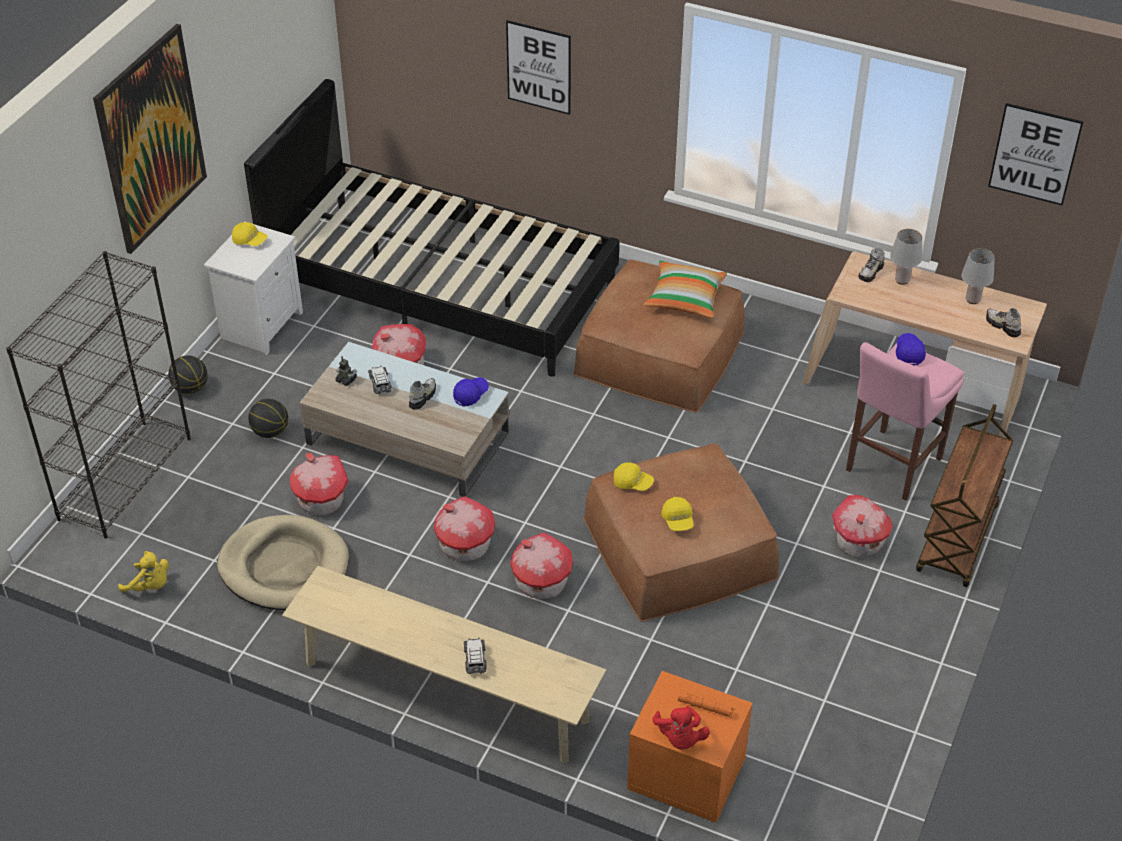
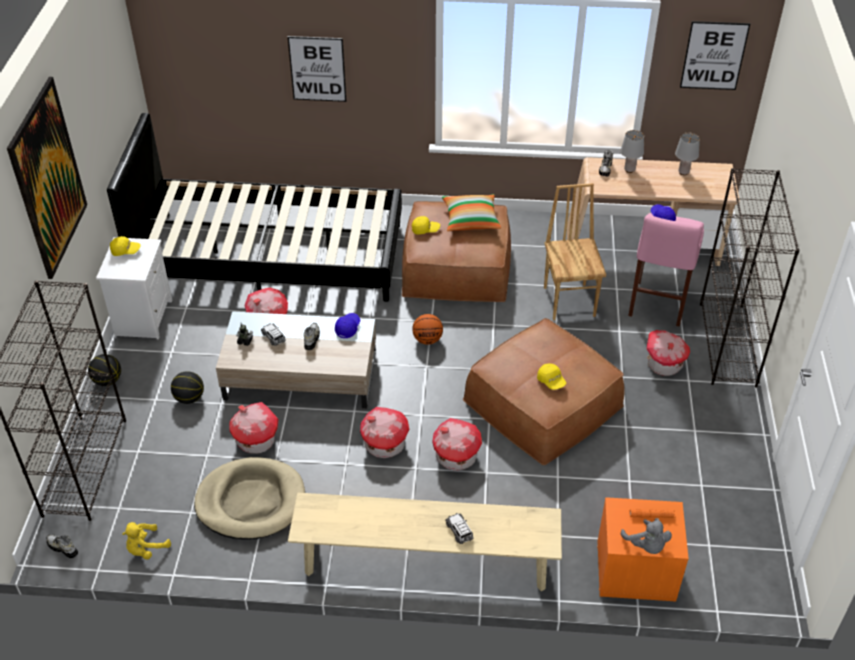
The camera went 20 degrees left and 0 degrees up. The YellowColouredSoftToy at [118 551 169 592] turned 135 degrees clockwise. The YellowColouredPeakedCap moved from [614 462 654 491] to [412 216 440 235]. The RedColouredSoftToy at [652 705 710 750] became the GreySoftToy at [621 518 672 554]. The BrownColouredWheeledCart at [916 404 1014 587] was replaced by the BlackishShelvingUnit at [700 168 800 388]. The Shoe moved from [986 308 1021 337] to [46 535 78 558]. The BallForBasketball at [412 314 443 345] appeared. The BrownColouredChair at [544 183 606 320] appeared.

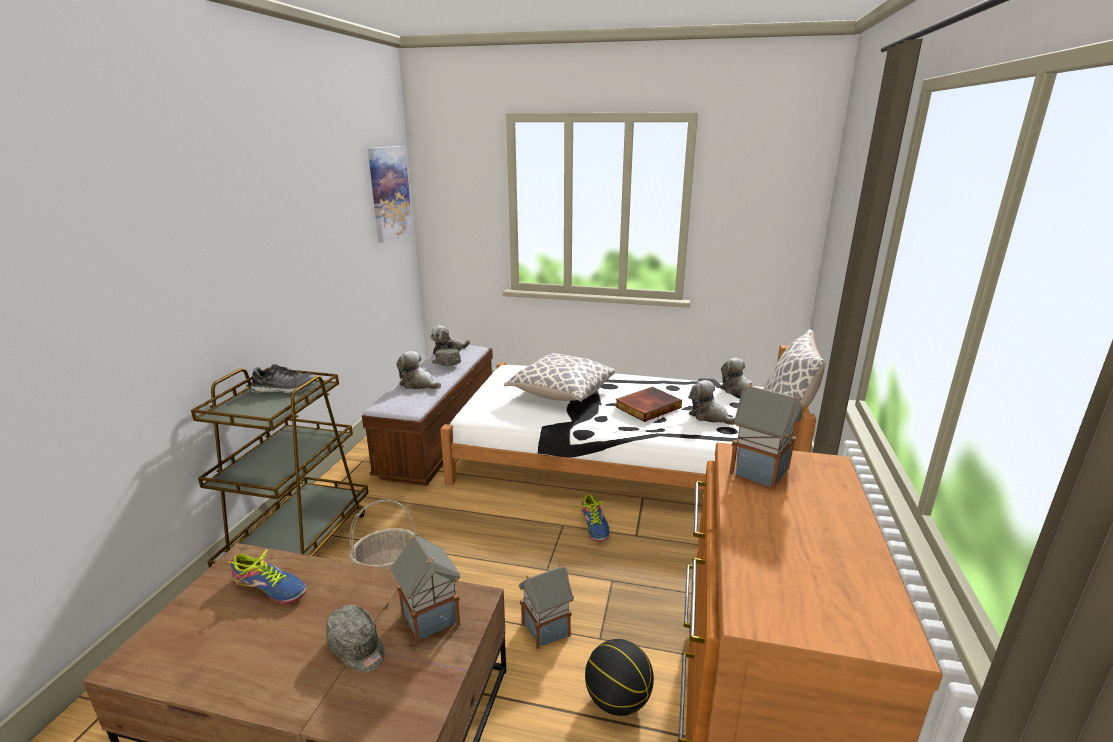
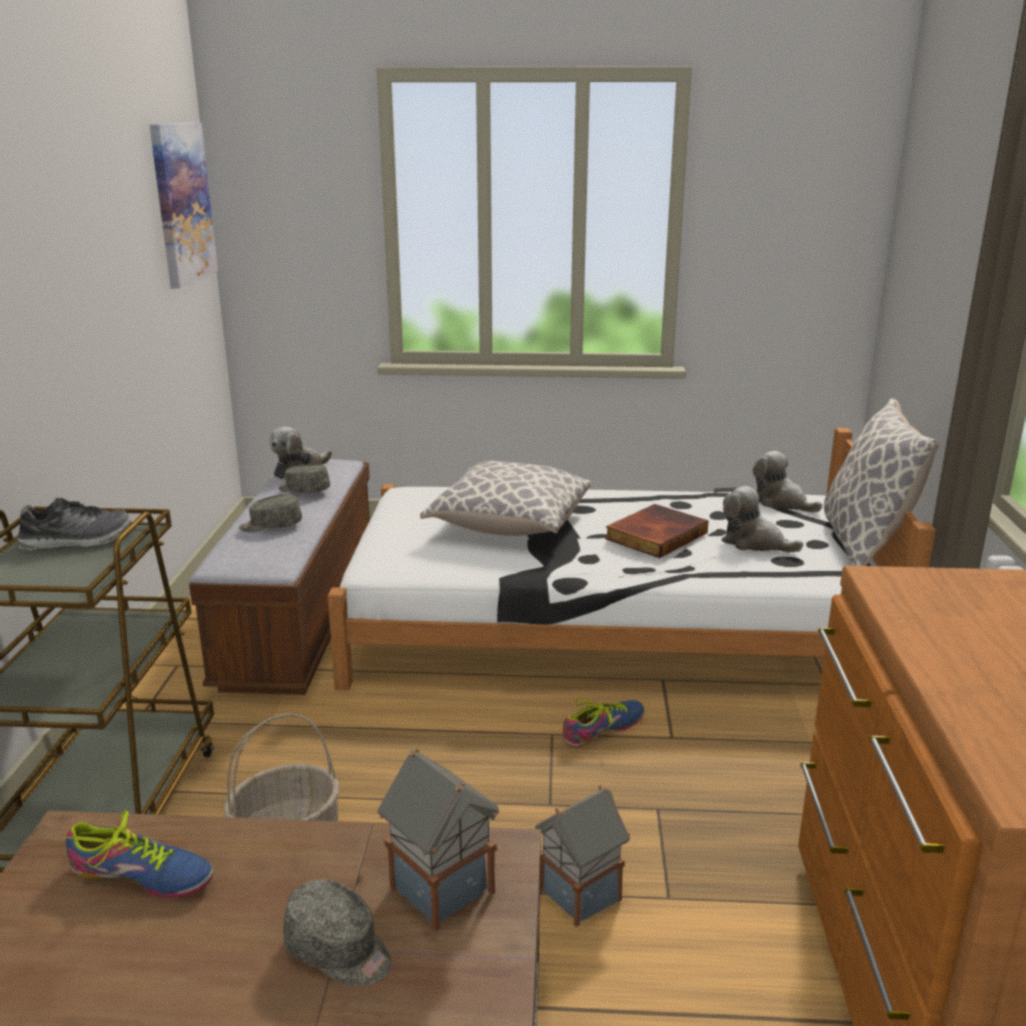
The camera went 10 degrees left and 0 degrees up. The SoftToy at [396 351 441 389] was replaced by the GreyPeakedCap at [239 494 302 532]. The Shoe at [576 494 610 542] turned 105 degrees counterclockwise. The BallForBasketball at [585 639 654 716] disappeared. The MiniatureHouse at [729 383 803 489] disappeared.

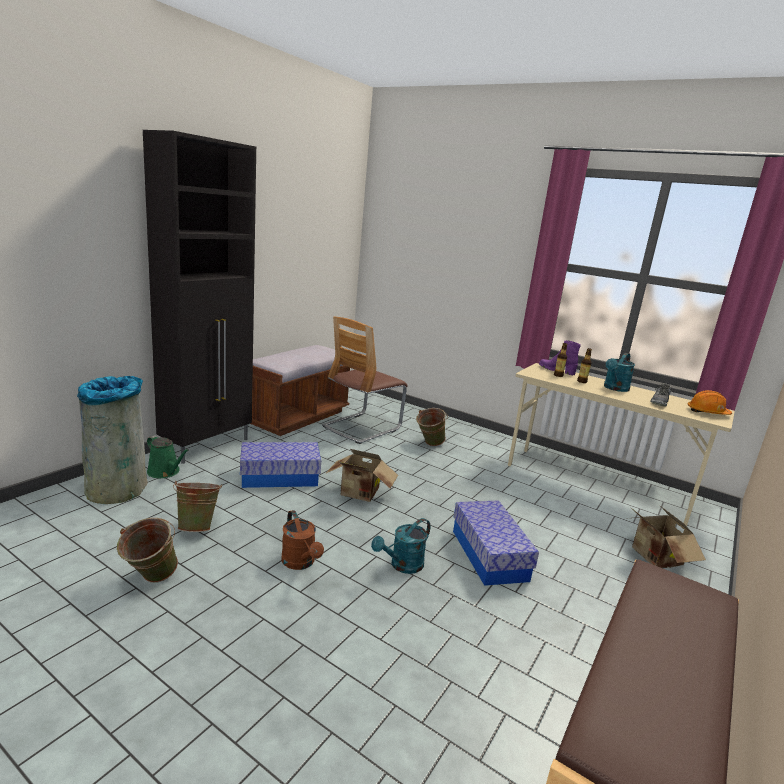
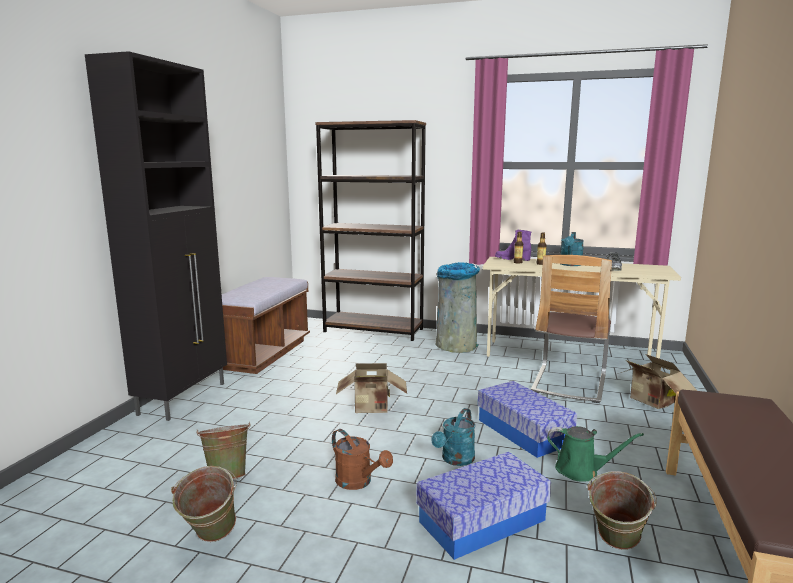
The camera went 15 degrees left and 5 degrees down. The GreyWasteBin moved from [77 376 148 504] to [435 262 480 353]. The GreenColouredWateringPot moved from [147 435 189 478] to [547 426 644 482]. The StorageBox moved from [240 442 321 488] to [416 452 551 560]. The Chair moved from [322 317 408 444] to [531 255 612 403]. The GreenColouredPail moved from [416 408 448 446] to [587 471 657 550]. The OrangeColouredHardHat at [687 390 732 415] disappeared. The BrownColouredShelvingUnit at [315 120 426 341] appeared.

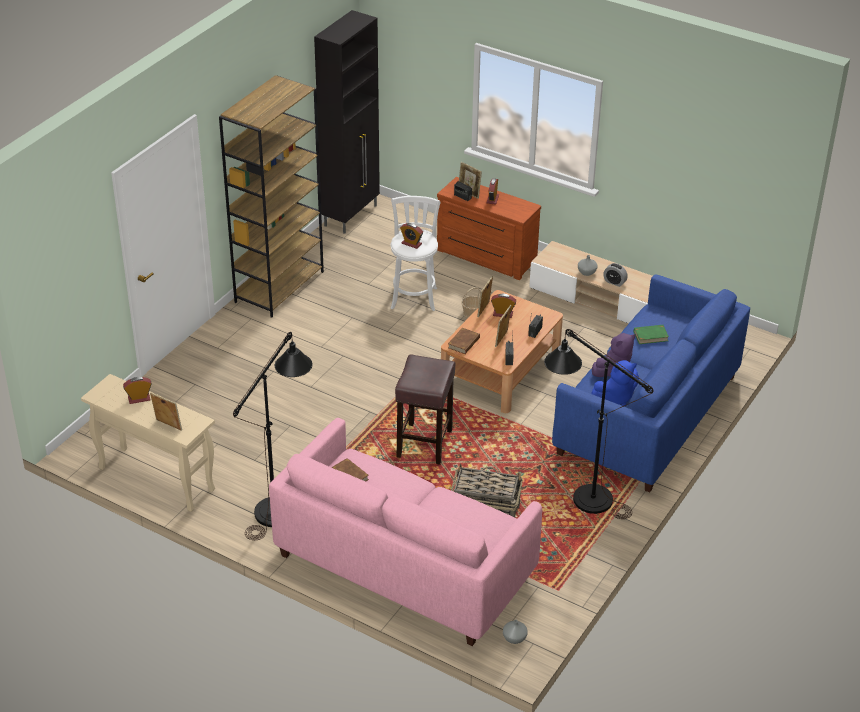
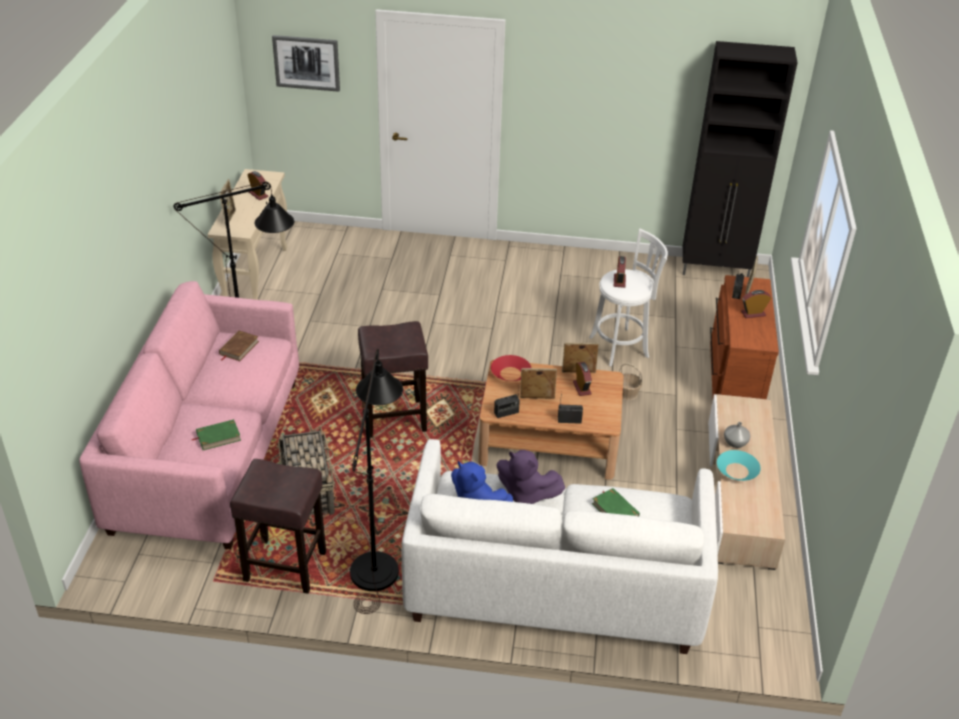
The camera went 65 degrees right and 0 degrees up. The BrownColouredShelvingUnit at [219 75 324 318] disappeared. The BrownColouredBook at [448 328 480 354] was replaced by the RedColouredBowl at [491 355 531 381]. The GreyFlowerVase at [503 620 528 644] disappeared. The BlueCouch at [552 275 750 492] became the WhitishCouch at [402 439 718 654]. The BedsideClock at [603 263 628 287] was replaced by the TurquoiseColouredBowl at [717 450 761 481]. The GreenColouredBook at [191 419 241 450] appeared. The BrownColouredSittingStool at [230 459 326 594] appeared. The WallArt at [272 35 340 92] appeared.

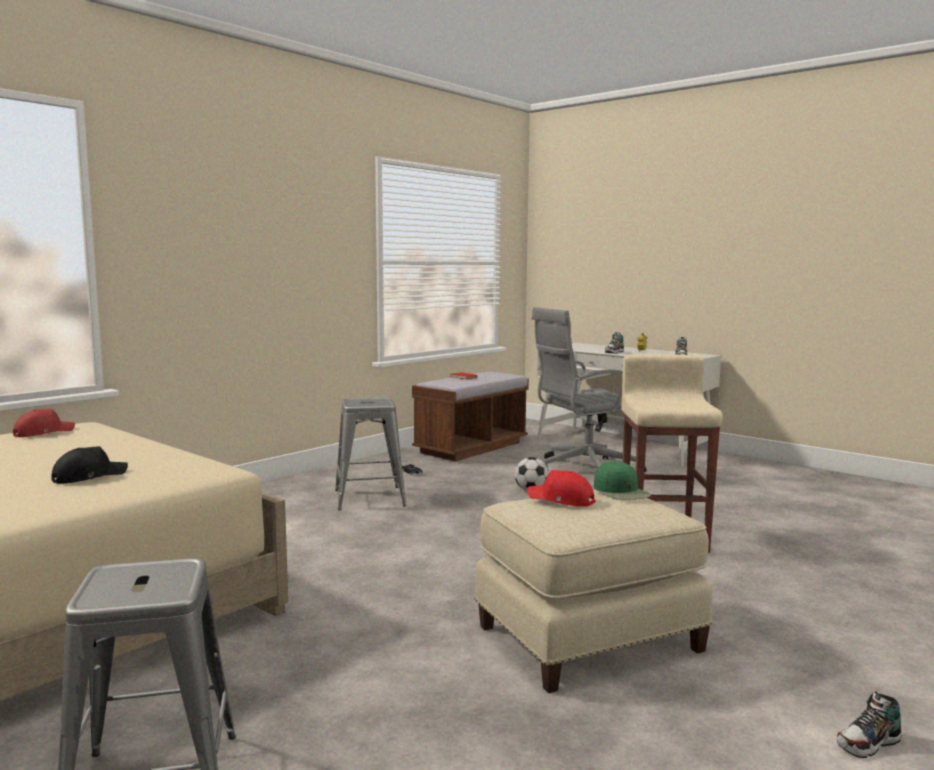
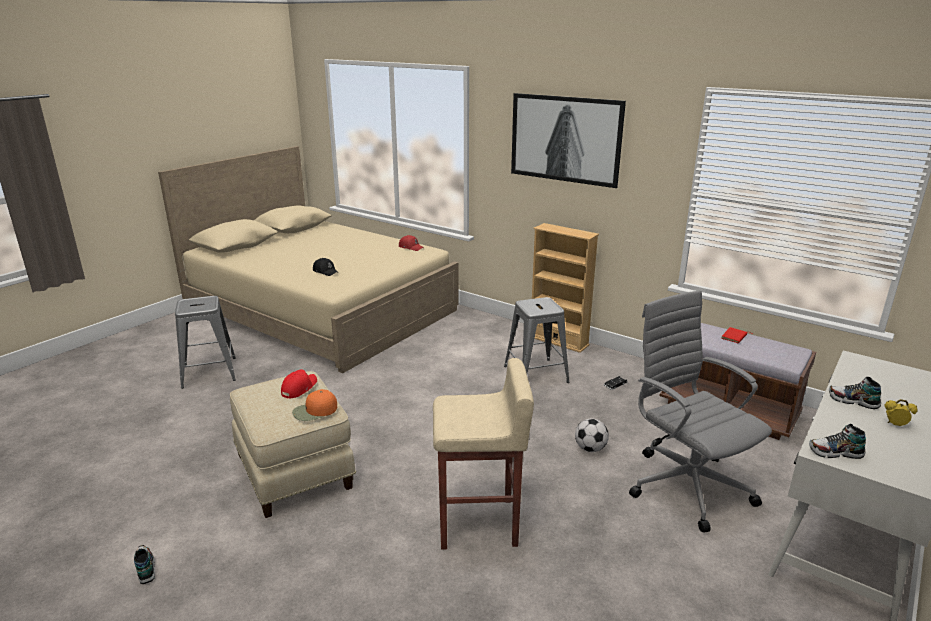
The camera went 85 degrees right and 15 degrees up. The GreenColouredPeakedCap at [594 461 651 500] became the OrangeColouredPeakedCap at [292 389 337 421]. The WallArt at [511 93 626 188] appeared. The BeigeShelvingUnit at [532 223 599 353] appeared.

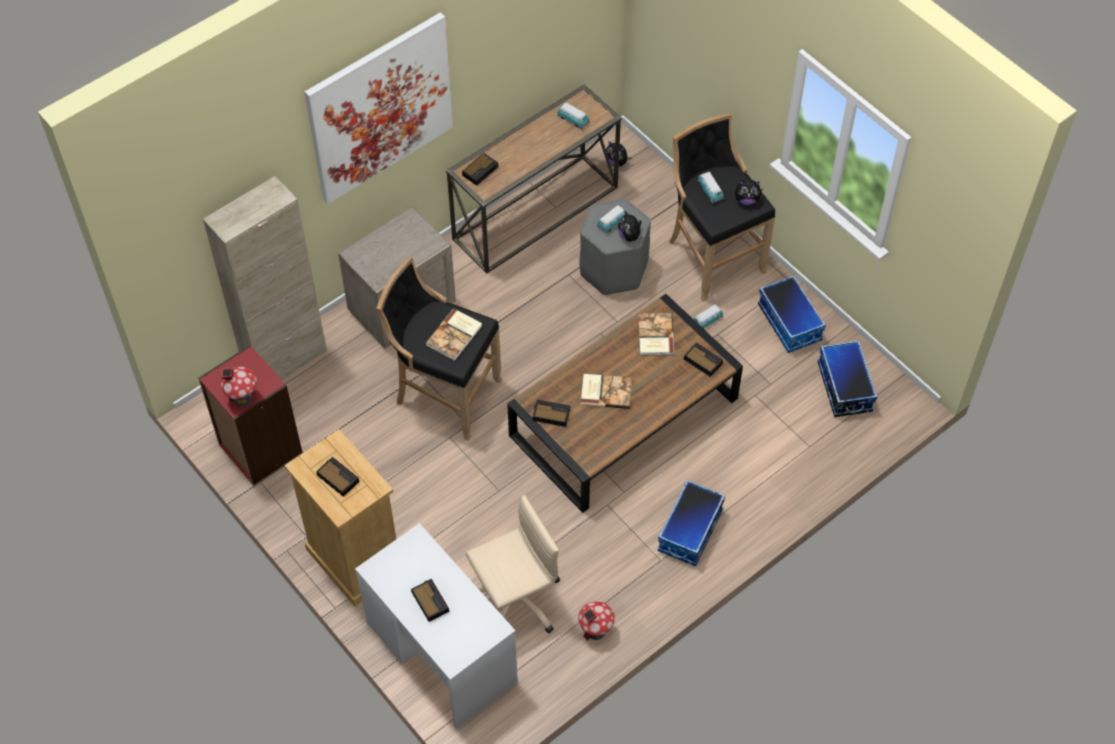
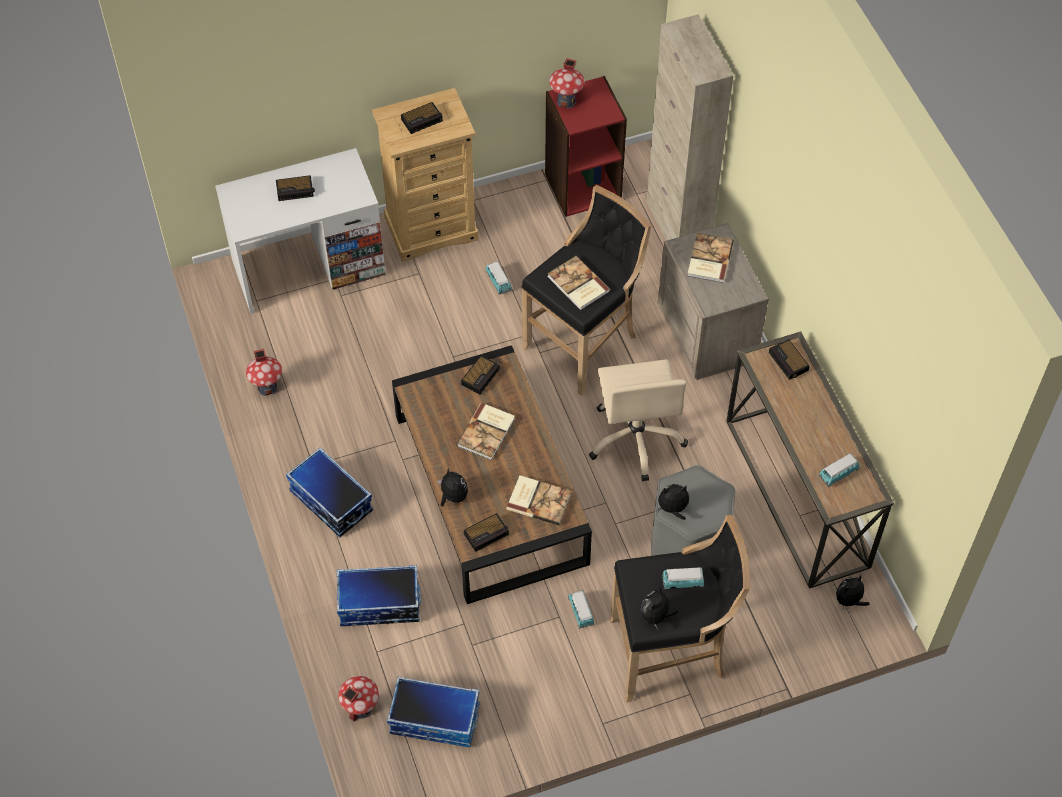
The camera went 110 degrees right and 0 degrees up. The WallArt at [305 12 453 204] disappeared. The BeigeDeskChair moved from [466 495 560 633] to [589 359 688 481]. The MiniatureCar moved from [597 205 628 233] to [486 261 512 295]. The StorageBox moved from [758 275 826 353] to [337 565 421 626]. The MiniatureHouse at [338 676 379 722] appeared. The SoftToy at [437 468 468 507] appeared. The Book at [687 233 734 283] appeared.

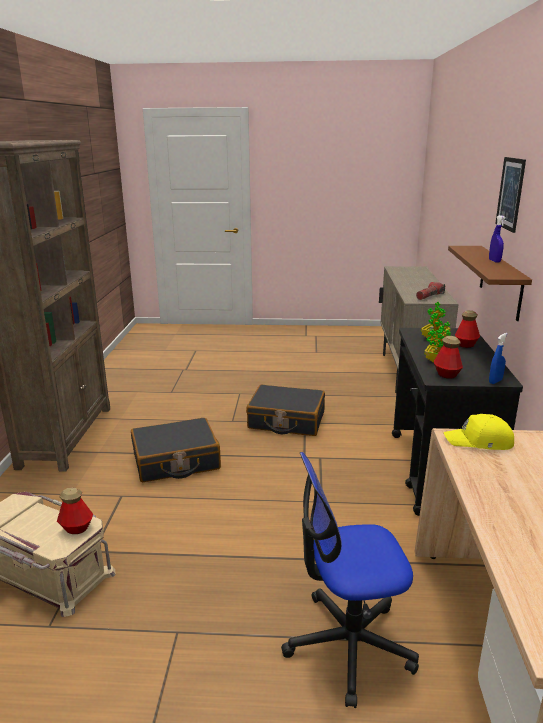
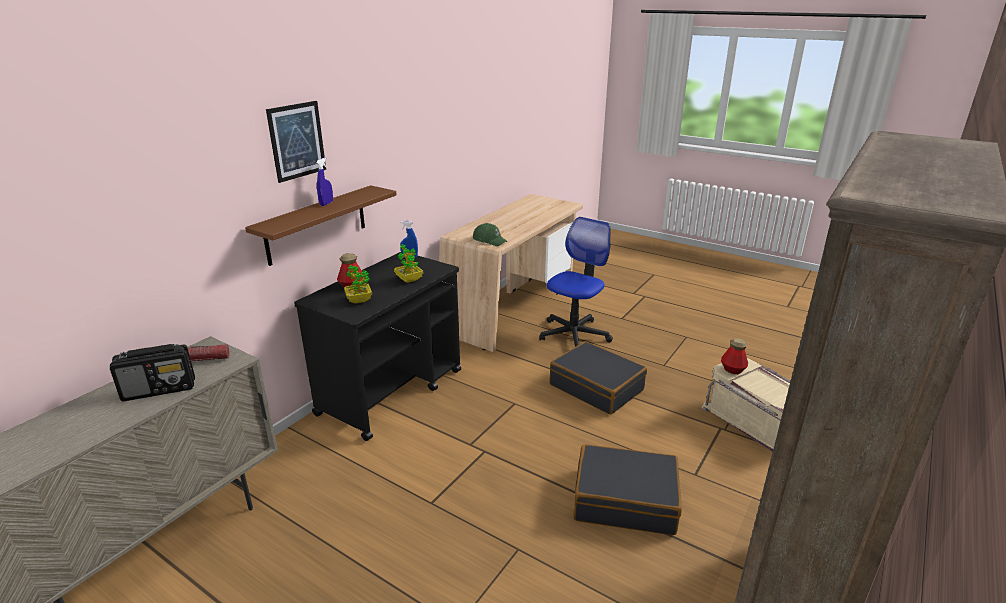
The camera went 150 degrees left and 5 degrees up. The BlackishTravelCase moved from [246 384 325 436] to [550 341 647 415]. The DeskChair at [281 452 419 708] turned 75 degrees counterclockwise. The Bottle at [434 336 463 379] disappeared. The YellowColouredPeakedCap at [444 414 514 450] became the GreenColouredPeakedCap at [473 223 508 246]. The Radio at [110 344 195 401] appeared.

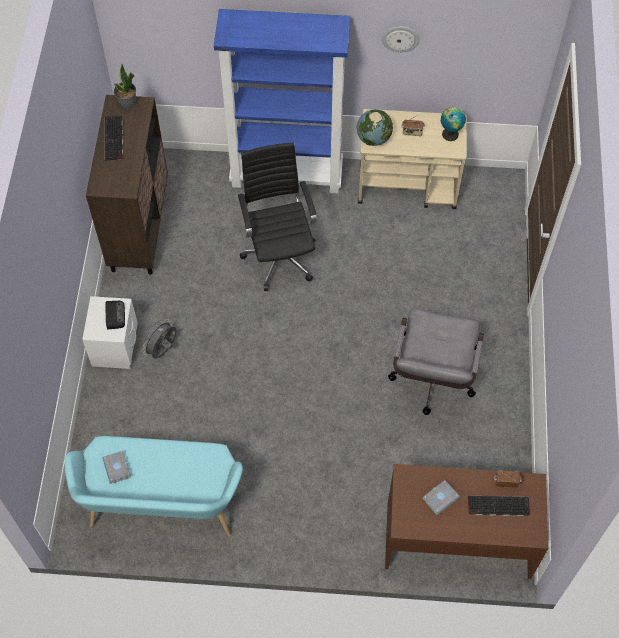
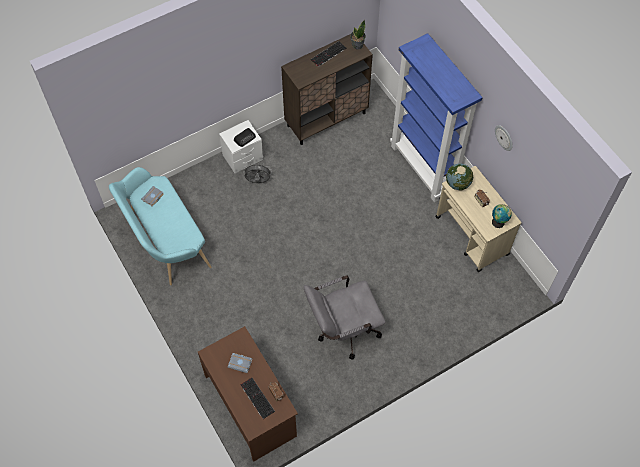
The camera went 55 degrees right and 0 degrees up. The BlackishDeskChair at [238 143 317 291] disappeared.

